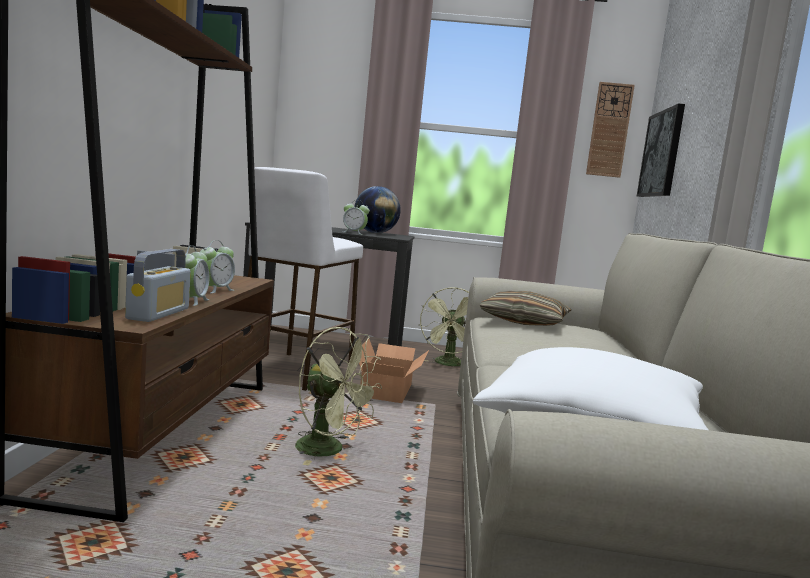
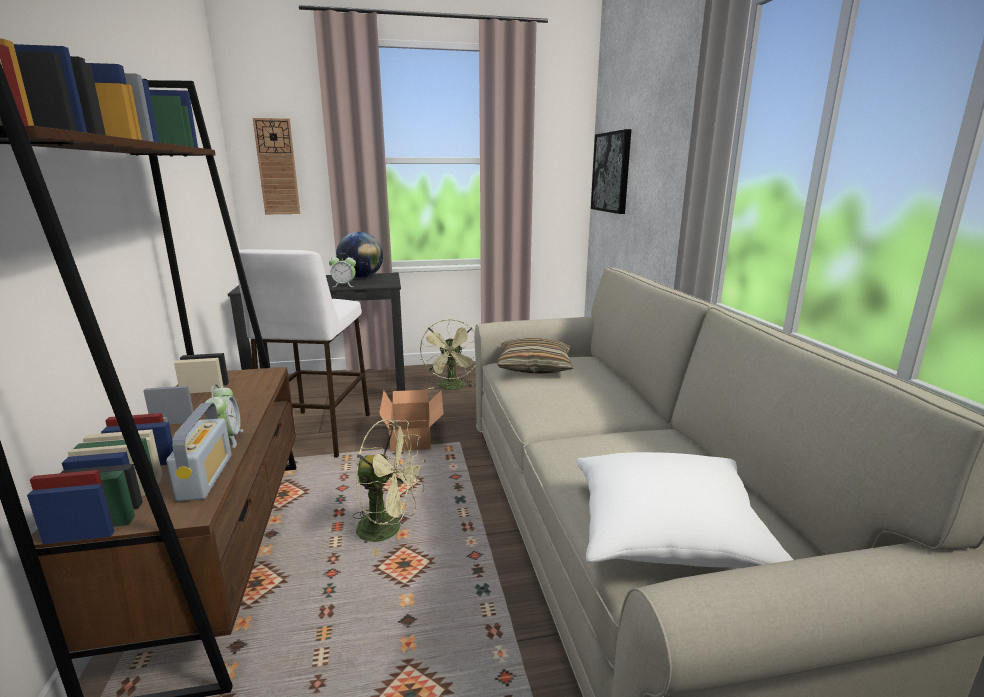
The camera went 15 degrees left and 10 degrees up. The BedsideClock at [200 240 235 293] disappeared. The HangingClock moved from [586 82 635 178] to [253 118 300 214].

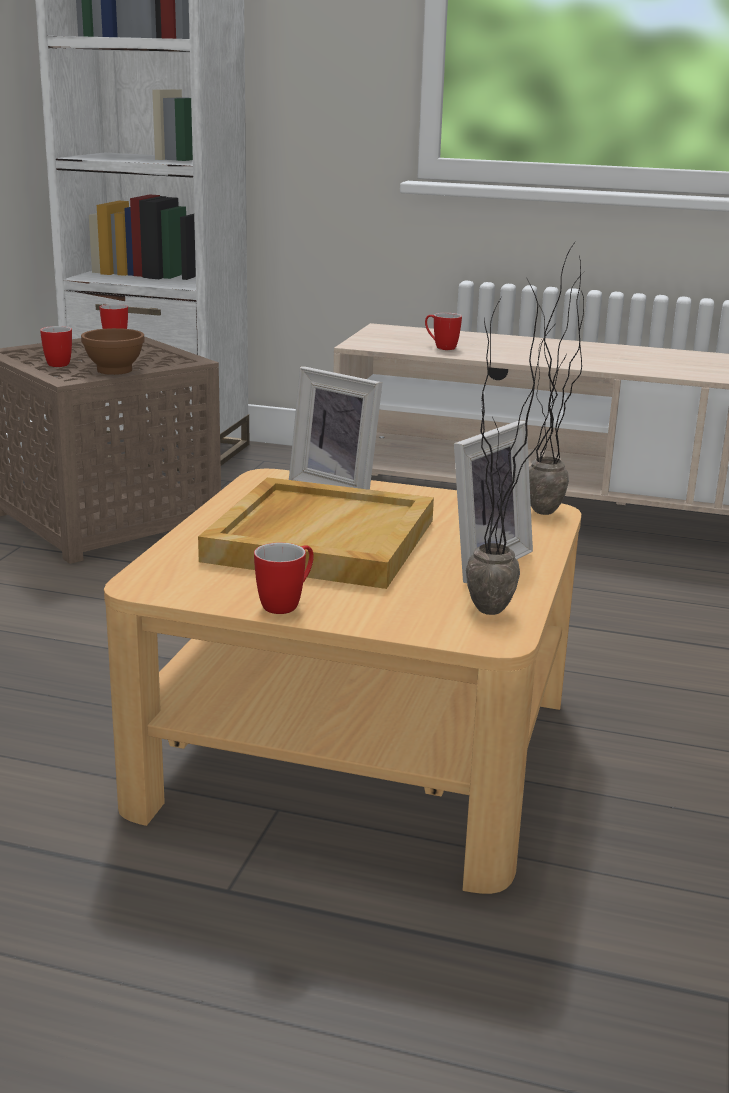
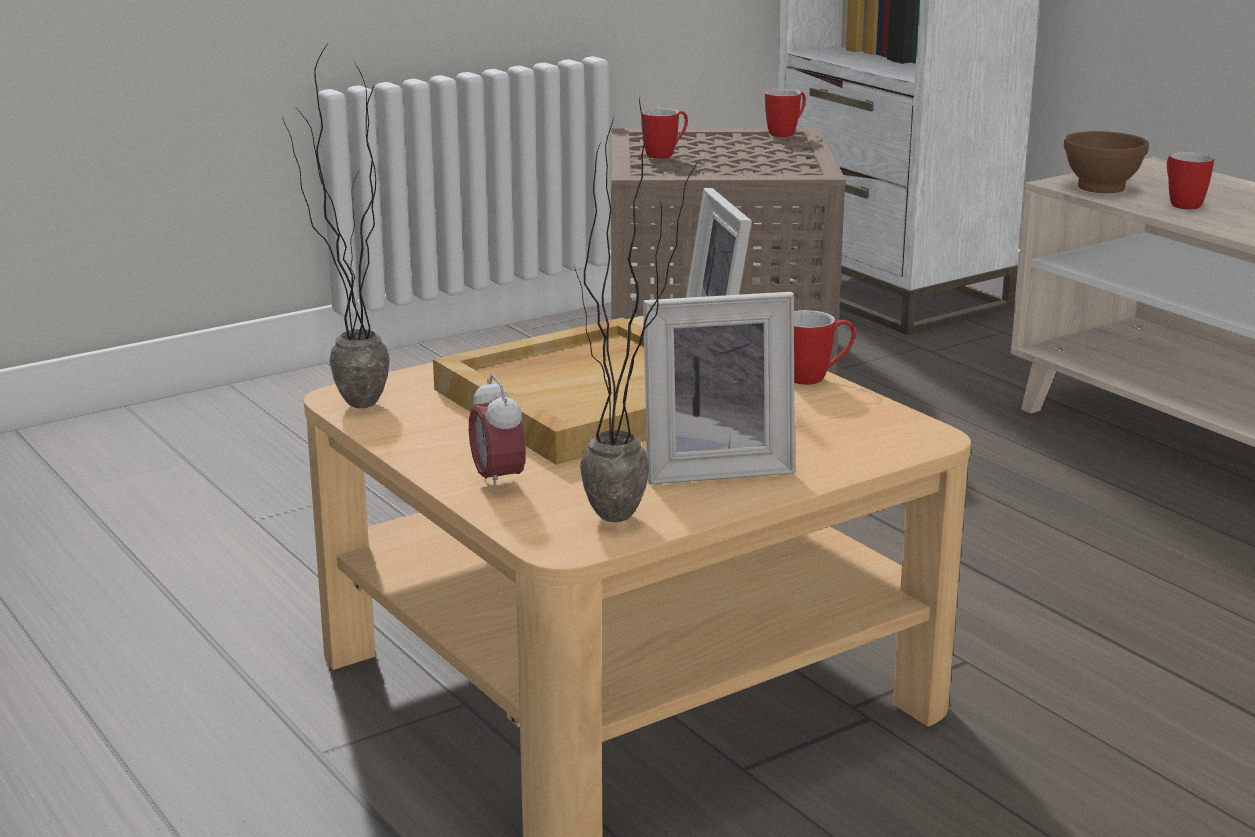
The camera went 40 degrees right and 0 degrees up. The BrownColouredBowl moved from [81 328 145 375] to [1064 131 1149 193]. The CoffeeMug moved from [254 543 314 614] to [794 310 856 385]. The Houseplant moved from [529 244 584 515] to [282 42 390 408]. The BedsideClock at [469 375 526 494] appeared.

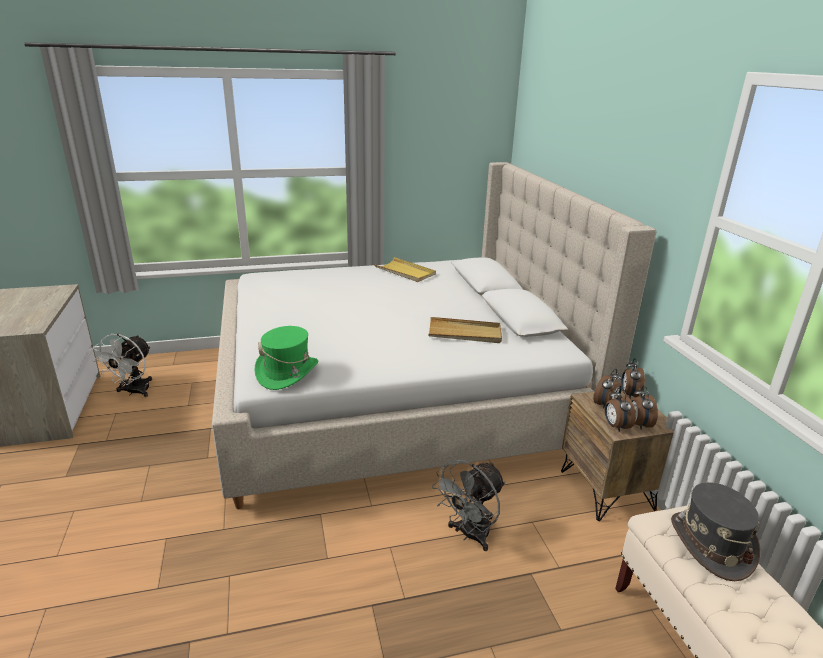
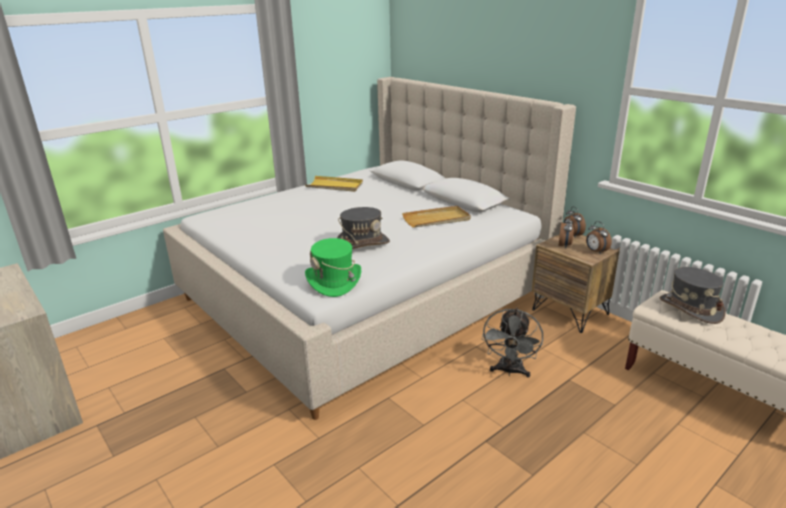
The camera went 25 degrees left and 0 degrees up. The WhitishFan at [93 334 152 397] disappeared. The BedsideClock at [605 388 636 432] disappeared. The GreyWearableHat at [337 207 390 249] appeared.

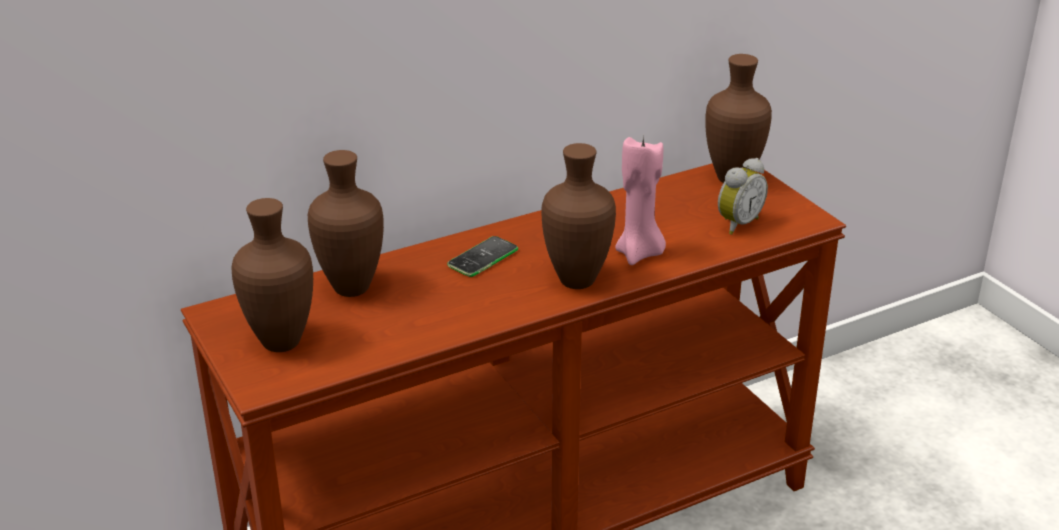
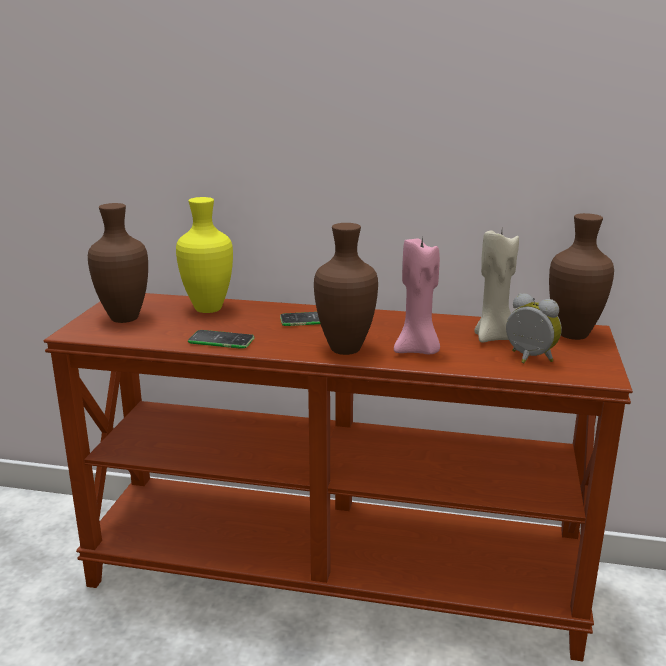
The camera went 40 degrees right and 10 degrees down. The BrownColouredFlowerVase at [308 150 384 297] became the YellowColouredFlowerVase at [176 197 233 313]. The BedsideClock at [718 158 768 235] turned 135 degrees counterclockwise. The Handset at [188 330 255 349] appeared. The BeigeWaxLight at [474 231 519 342] appeared.

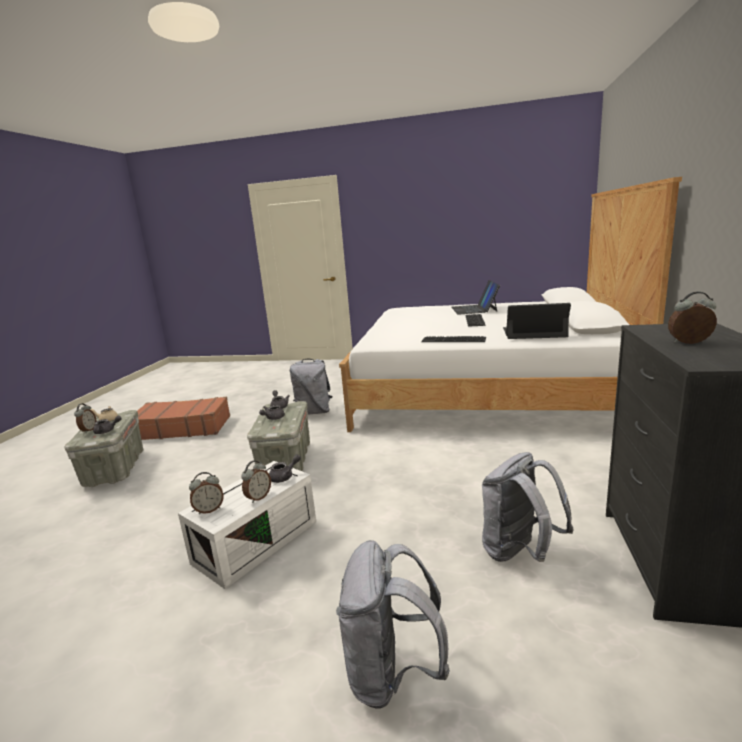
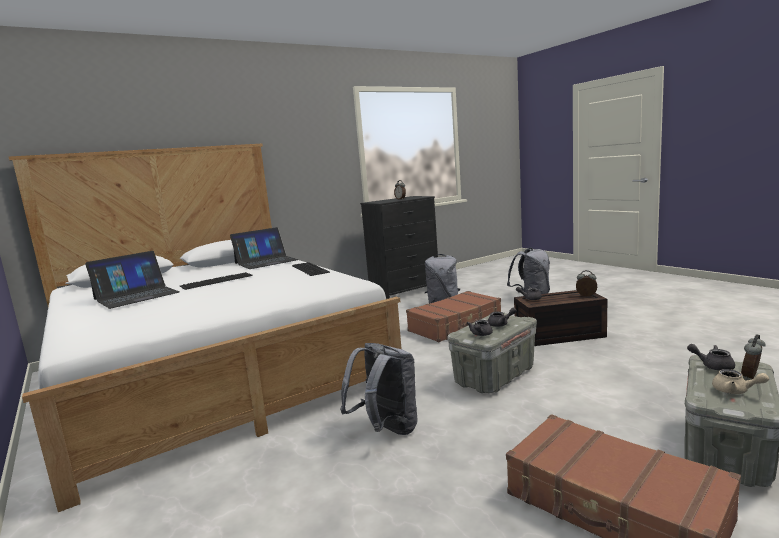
The camera went 135 degrees left and 5 degrees down. The WhitishStorageBox at [178 461 316 589] became the BrownColouredStorageBox at [514 290 607 346]. The BedsideClock at [241 461 271 503] disappeared. The NotebookComputer at [503 303 571 339] turned 90 degrees counterclockwise. The BrownColouredTravelCase at [406 291 501 342] appeared.

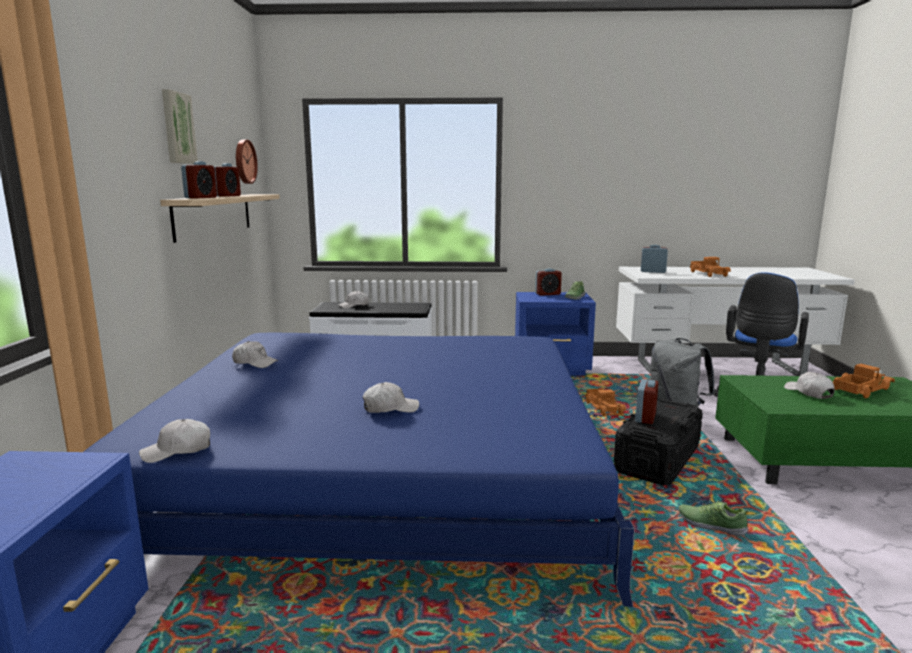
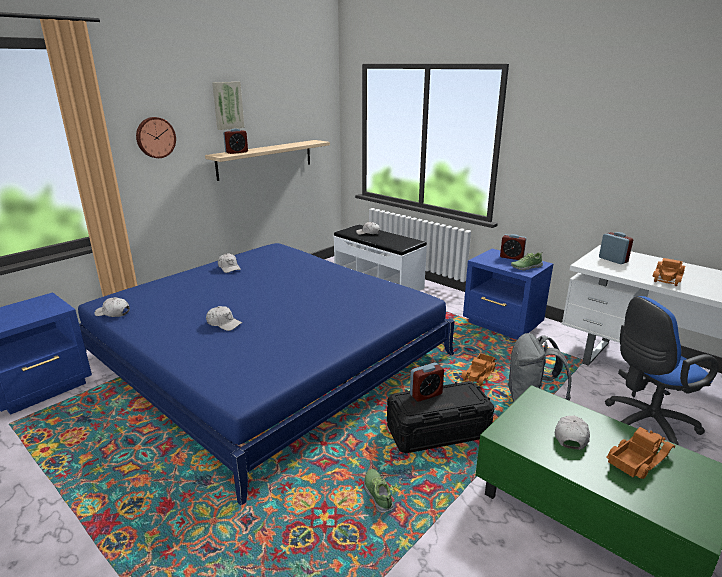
The camera went 40 degrees right and 10 degrees up. The BedsideClock at [214 163 241 197] disappeared. The HangingClock moved from [236 140 258 184] to [136 117 176 158]. The ModelTruck at [833 364 895 398] turned 45 degrees counterclockwise.

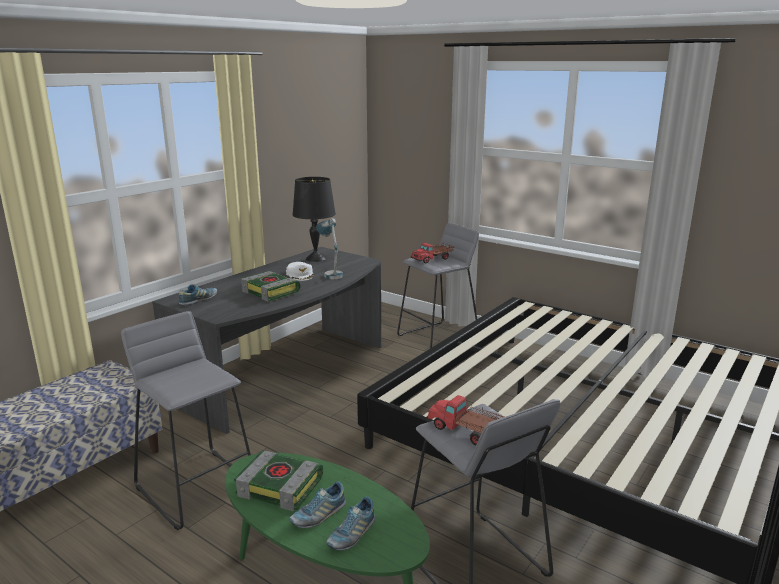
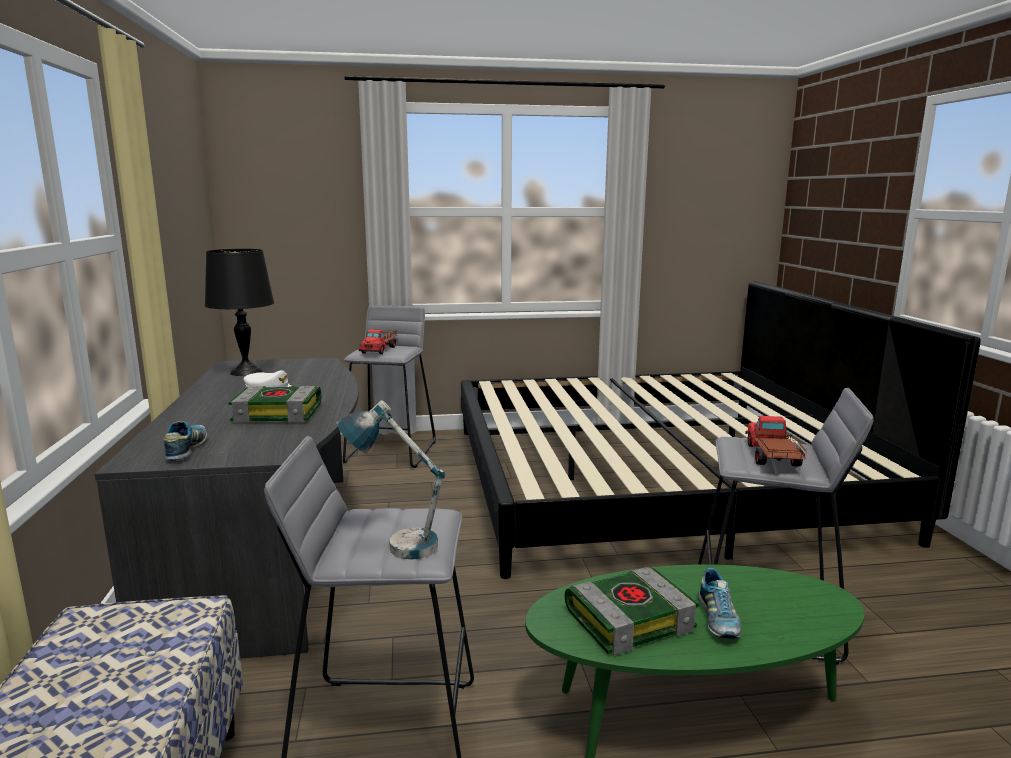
The camera went 45 degrees left and 5 degrees down. The LampForATable moved from [316 218 343 279] to [336 401 445 559]. The Shoe at [326 496 375 551] disappeared. The ModelTruck at [426 395 504 446] turned 105 degrees clockwise.

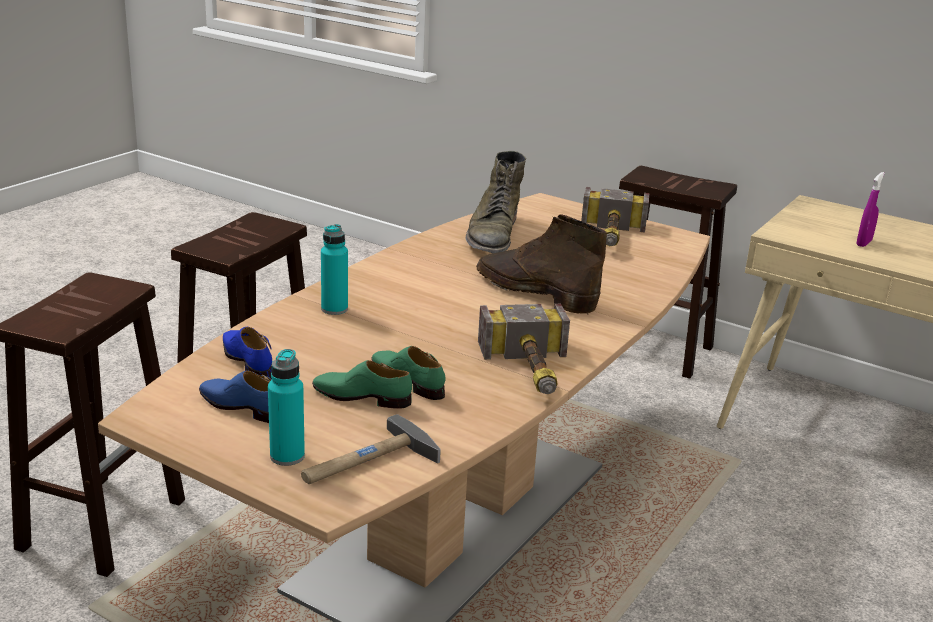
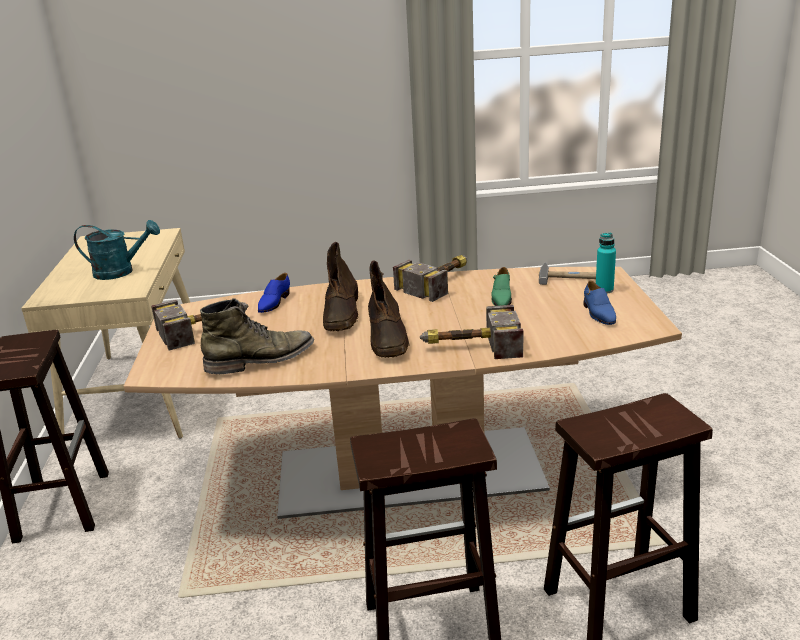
The camera went 125 degrees left and 0 degrees up. The BlueShoe moved from [223 327 272 381] to [258 273 290 313]. The GreenColouredShoe at [312 360 412 409] disappeared. The TurquoiseColouredBottle at [321 224 348 315] was replaced by the ToolHammer at [420 305 523 359]. The PurpleSprayBottle at [857 172 885 247] was replaced by the TurquoiseColouredWateringPot at [74 220 160 280]. The BrownColouredBoot at [368 261 410 358] appeared.

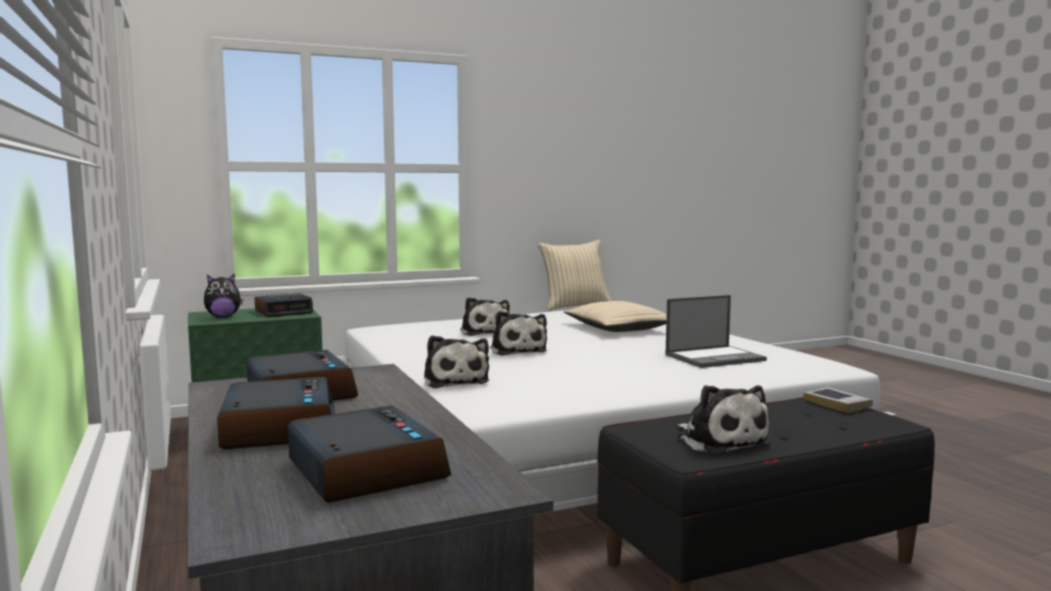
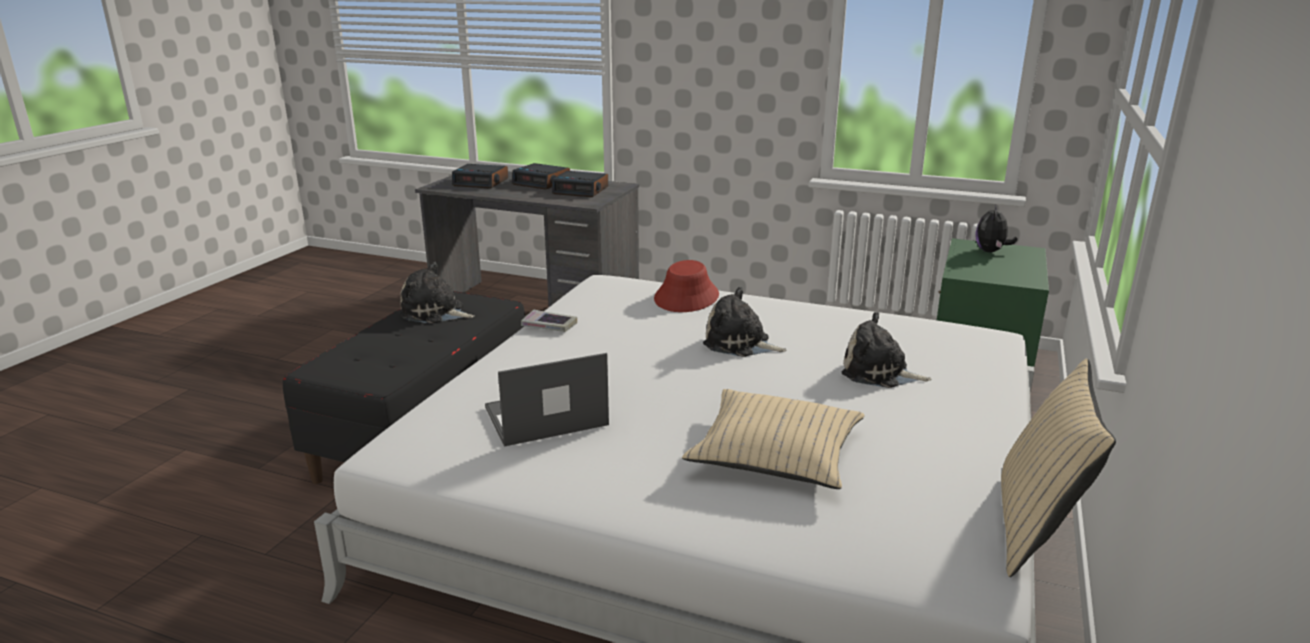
The camera went 135 degrees right and 15 degrees up. The BedsideClock at [255 293 313 317] disappeared. The SoftToy at [424 335 489 388] was replaced by the RedColouredWearableHat at [654 260 719 312]. The NotebookComputer at [666 295 767 368] turned 45 degrees clockwise. The Book moved from [804 387 873 413] to [521 310 577 332].

